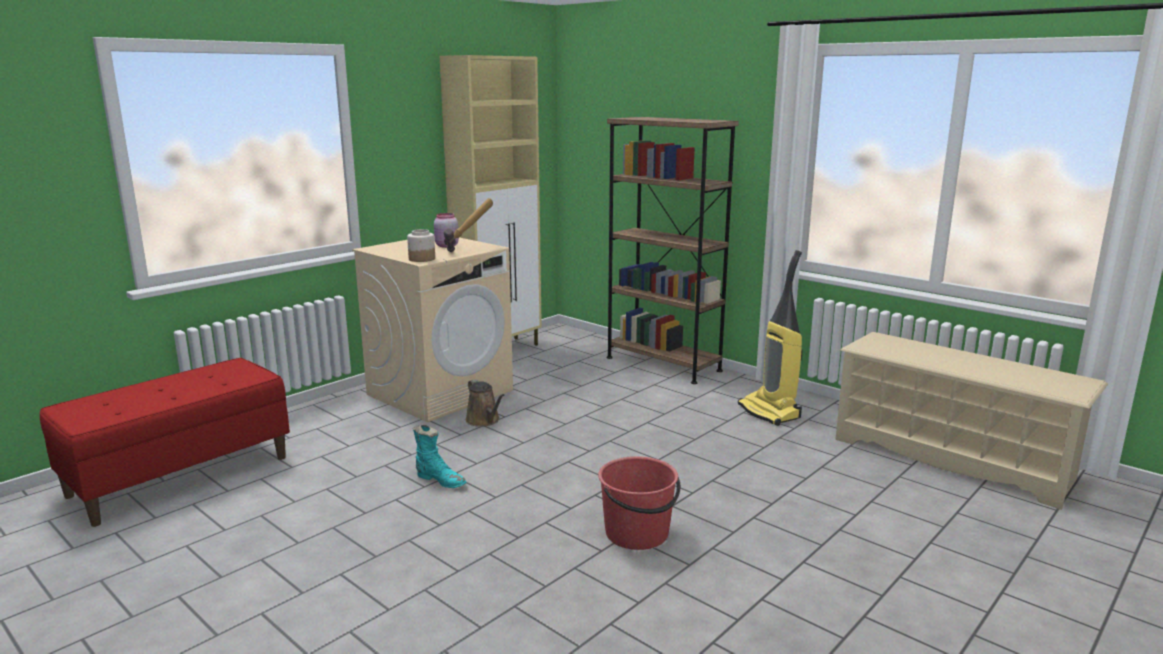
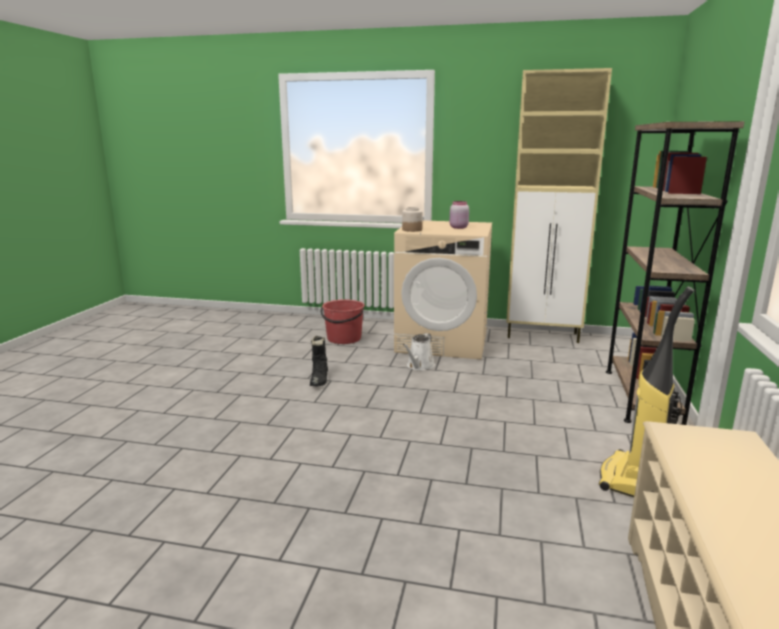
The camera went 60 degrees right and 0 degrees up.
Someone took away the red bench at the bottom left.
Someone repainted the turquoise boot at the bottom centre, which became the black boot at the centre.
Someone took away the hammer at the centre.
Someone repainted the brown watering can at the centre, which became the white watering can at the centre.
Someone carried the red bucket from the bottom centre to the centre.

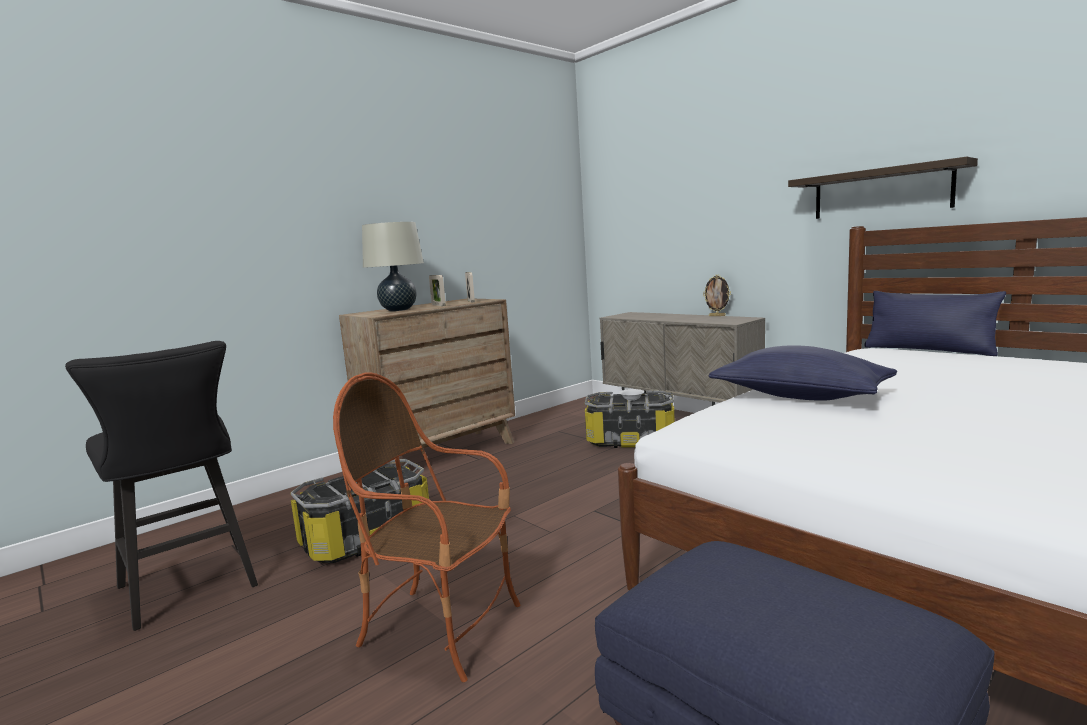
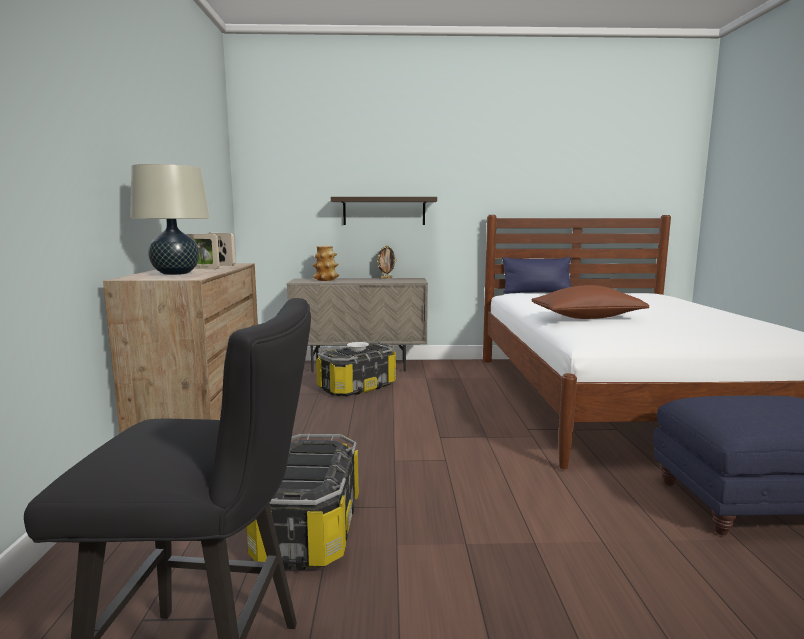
The camera went 50 degrees left and 0 degrees up.
Someone took away the armchair at the bottom centre.
Someone repainted the blue pillow (no. 1 from left) at the middle right, which became the brown pillow at the middle right.
Someone carried the shelf from the top right to the top centre.
Someone put down the vase at the centre.

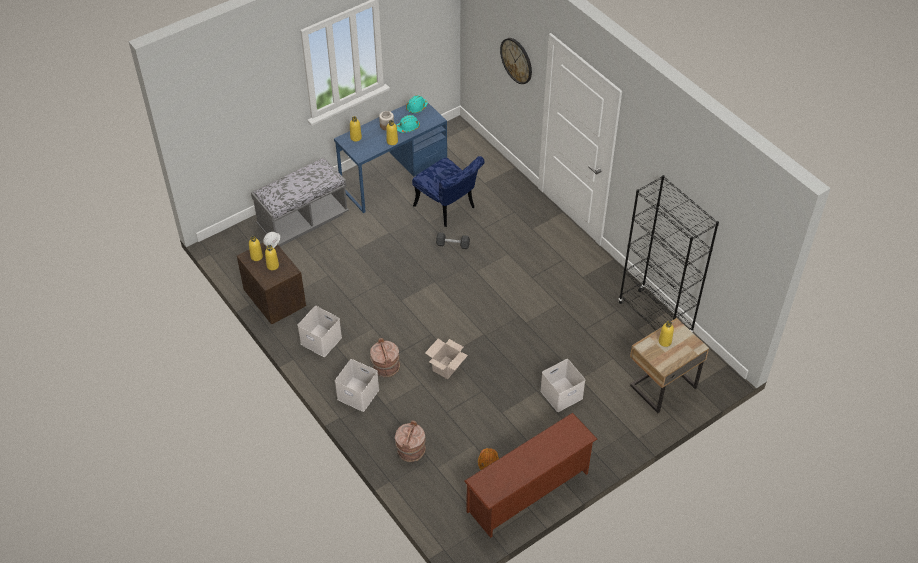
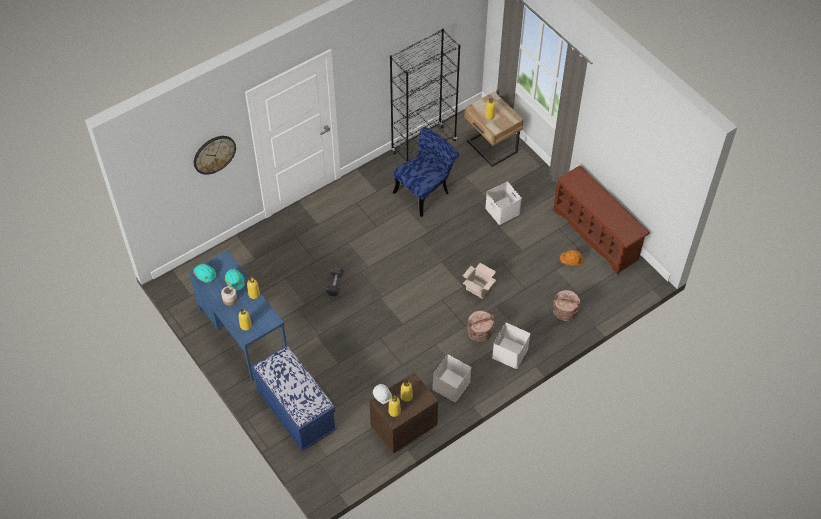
The camera went 90 degrees left and 5 degrees up.
Someone repainted the grey bench at the middle left, which became the blue bench at the bottom centre.
Someone carried the blue chair from the centre to the top centre.

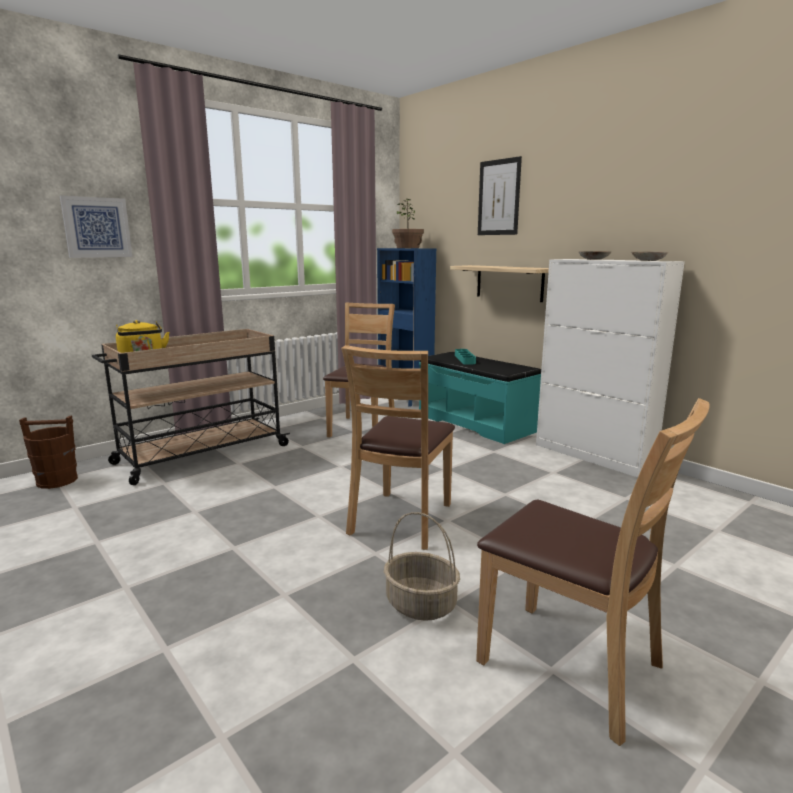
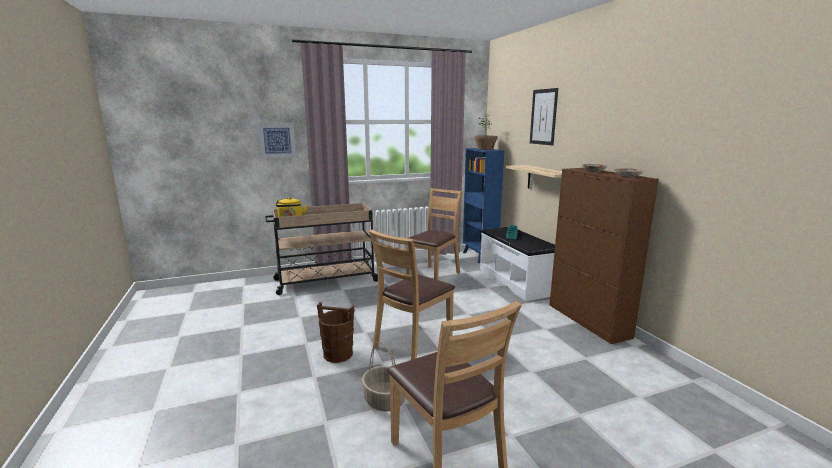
The camera went 20 degrees right and 0 degrees up.
Someone carried the brown bucket from the middle left to the bottom centre.
Someone repainted the turquoise bench at the centre, which became the white bench at the centre.
Someone repainted the white cabinet at the middle right, which became the brown cabinet at the middle right.

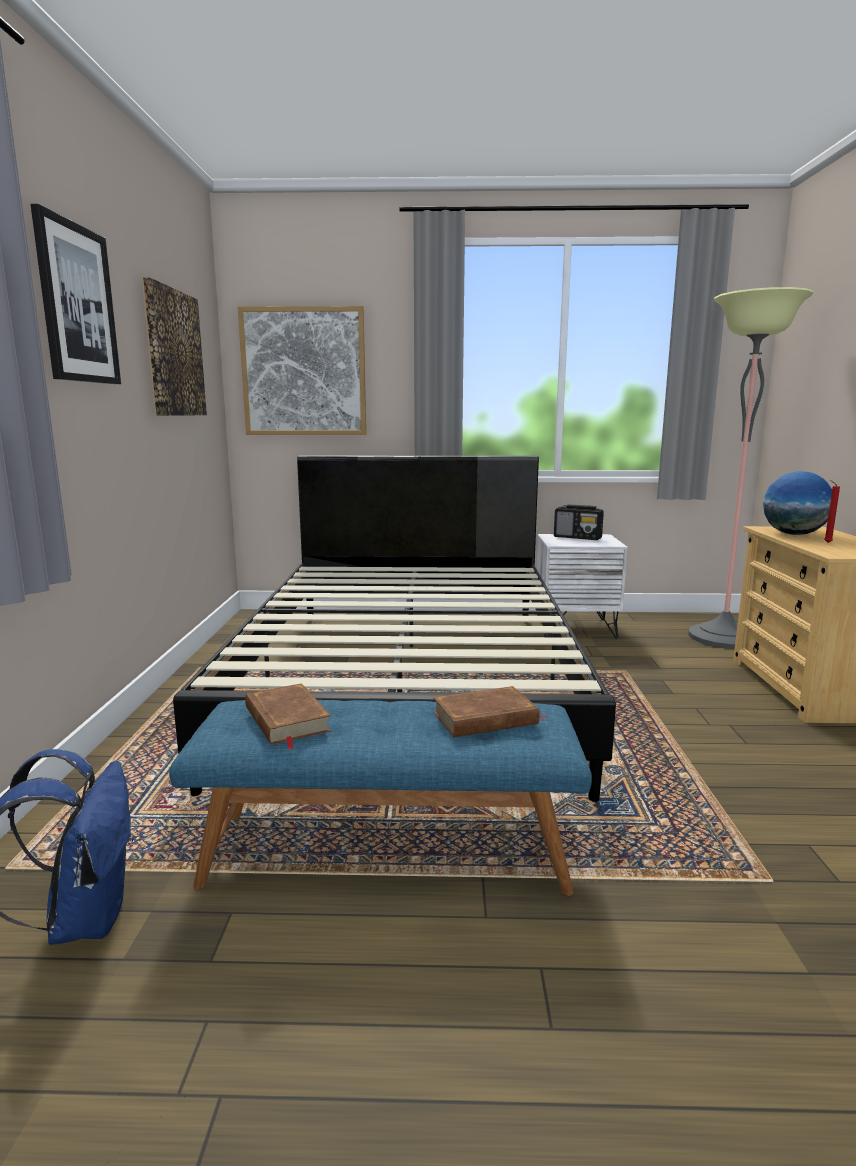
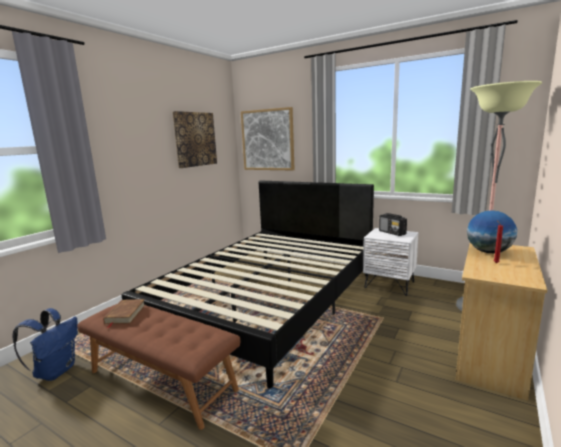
The camera went 30 degrees right and 0 degrees up.
Someone took away the picture (no. 1 from left) at the top left.
Someone repainted the blue bench at the bottom centre, which became the brown bench at the bottom left.
Someone took away the brown book (no. 2 from left) at the centre.

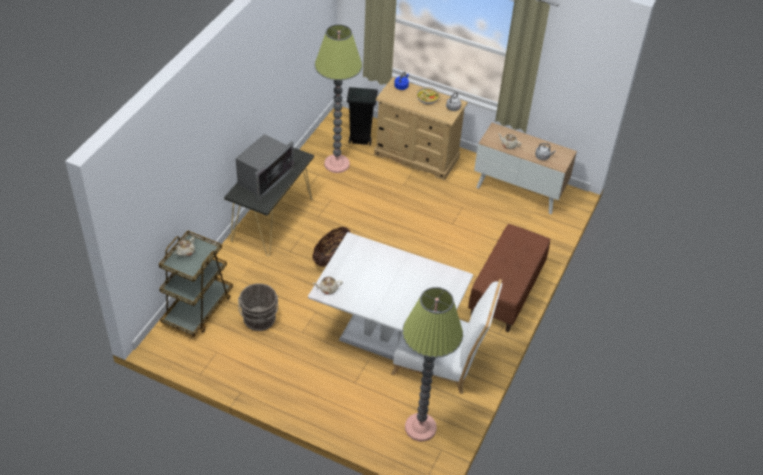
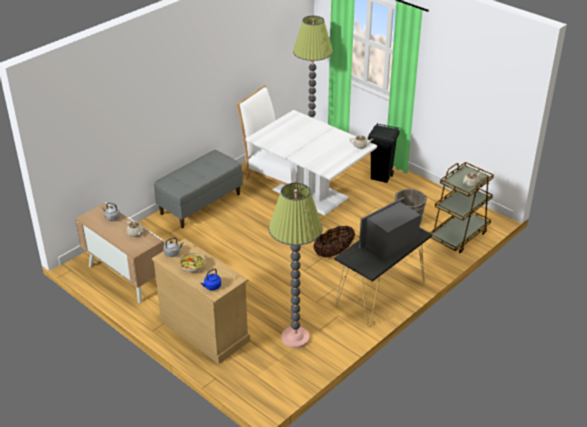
The camera went 160 degrees left and 10 degrees down.
Someone carried the black trash can from the top centre to the centre.
Someone repainted the brown bench at the middle right, which became the grey bench at the centre.

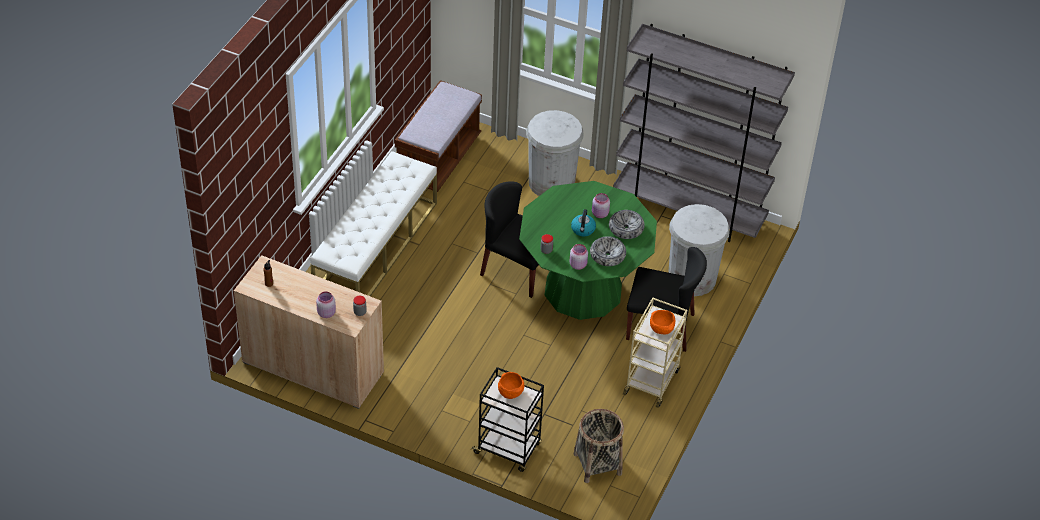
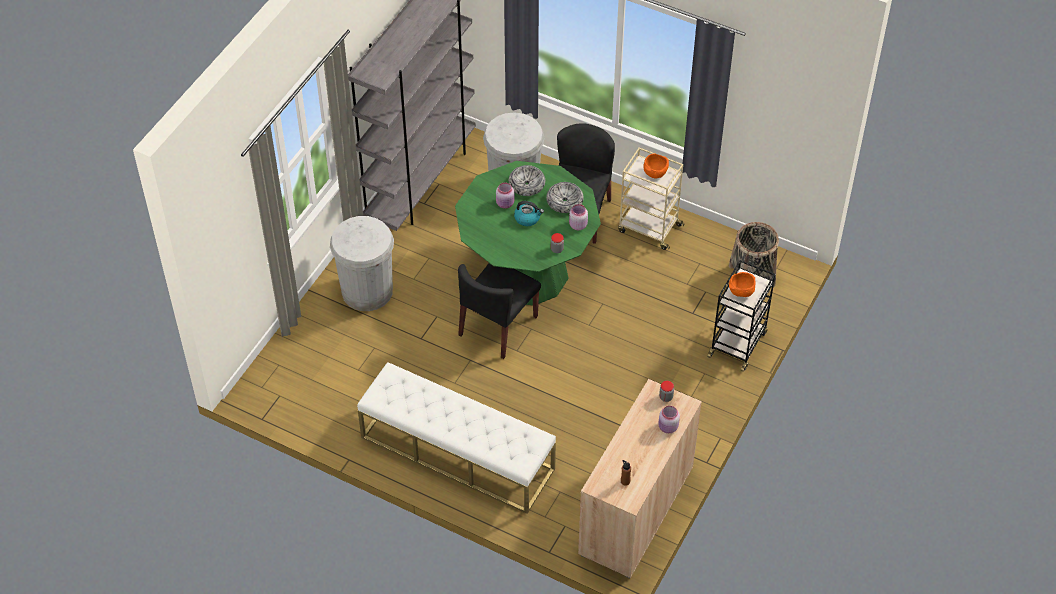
The camera went 85 degrees left and 5 degrees up.
Someone took away the brown bench at the top centre.

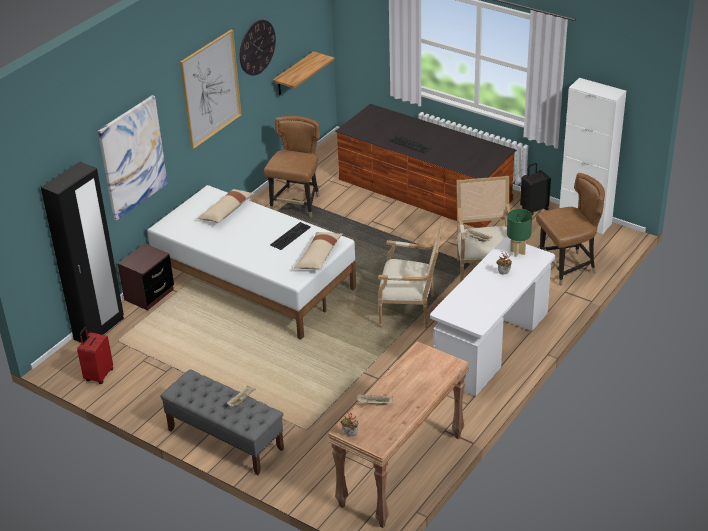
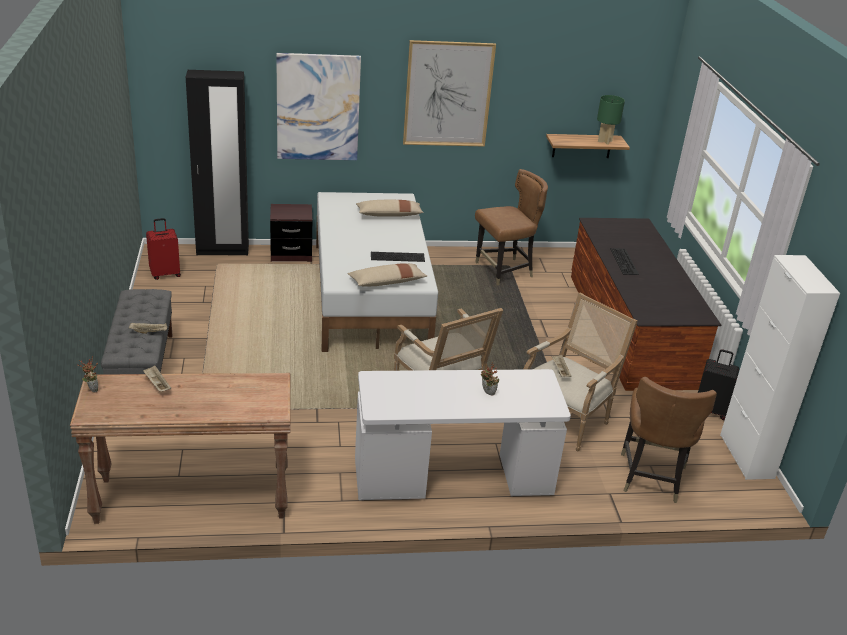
The camera went 45 degrees right and 5 degrees down.
Someone took away the wall clock at the top centre.
Someone carried the green table lamp from the middle right to the top right.
Someone rotated the brown chair (no. 2 from left) at the middle right by 75 degrees clockwise.

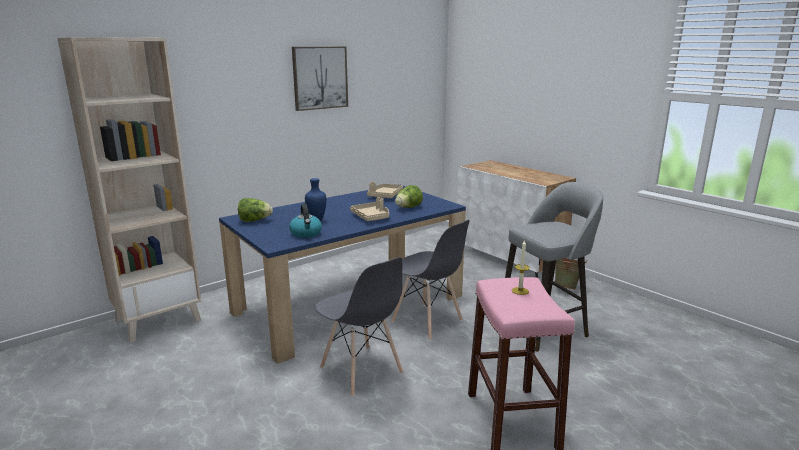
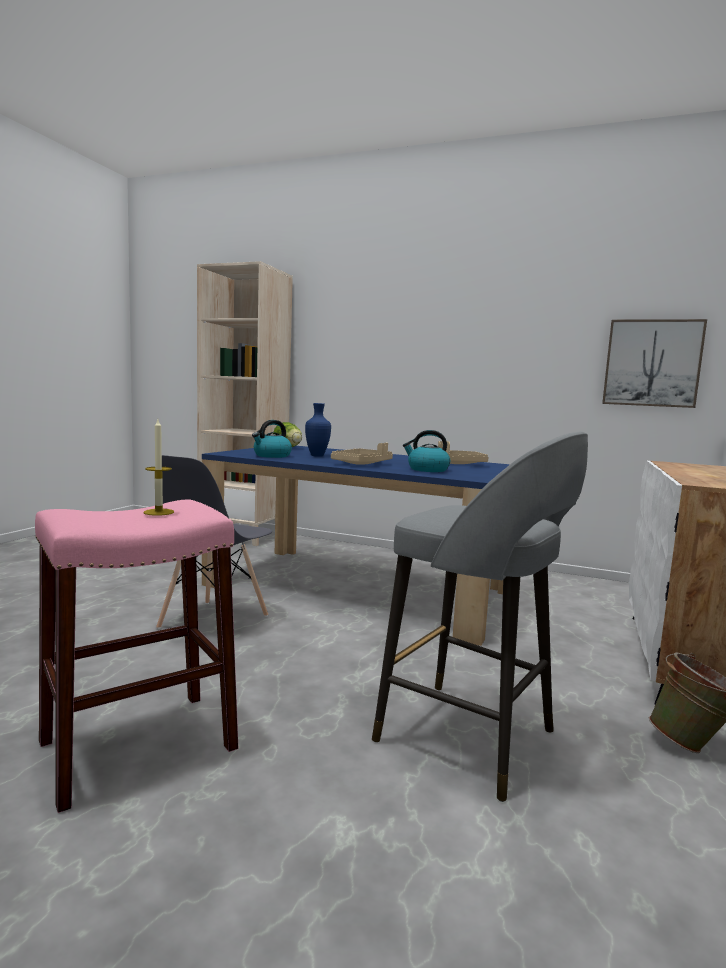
The camera went 60 degrees right and 10 degrees down.
Someone carried the picture from the top centre to the middle right.
Someone took away the grey chair (no. 2 from left) at the centre.
Someone swapped the lettuce (no. 2 from left) at the centre for the kettle (no. 2 from left) at the centre.

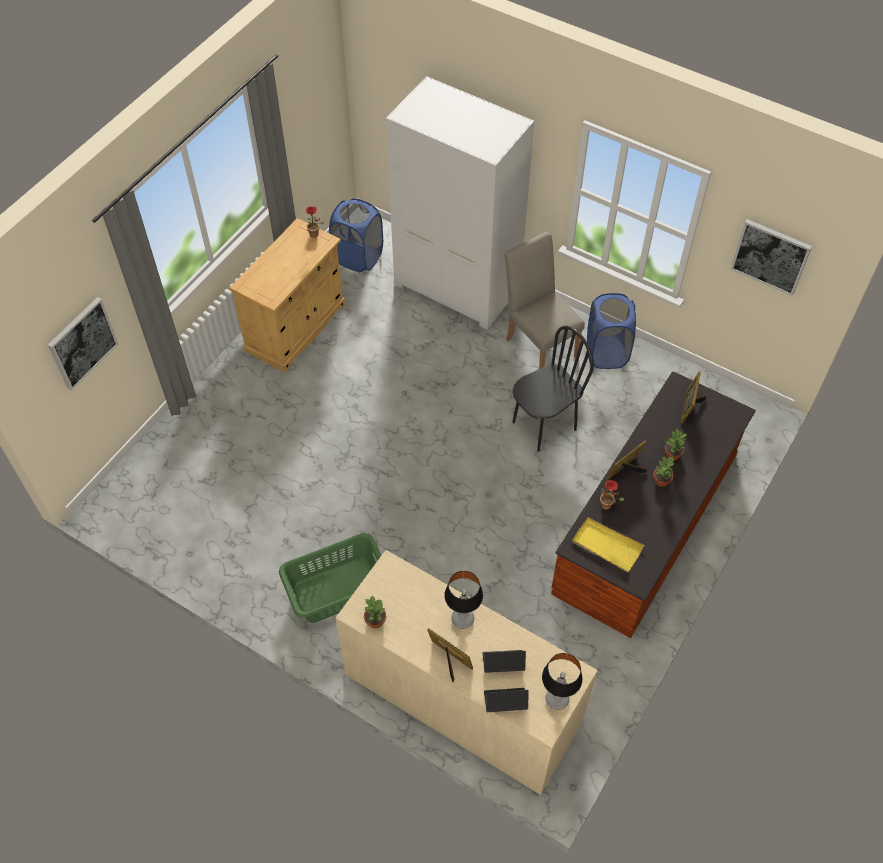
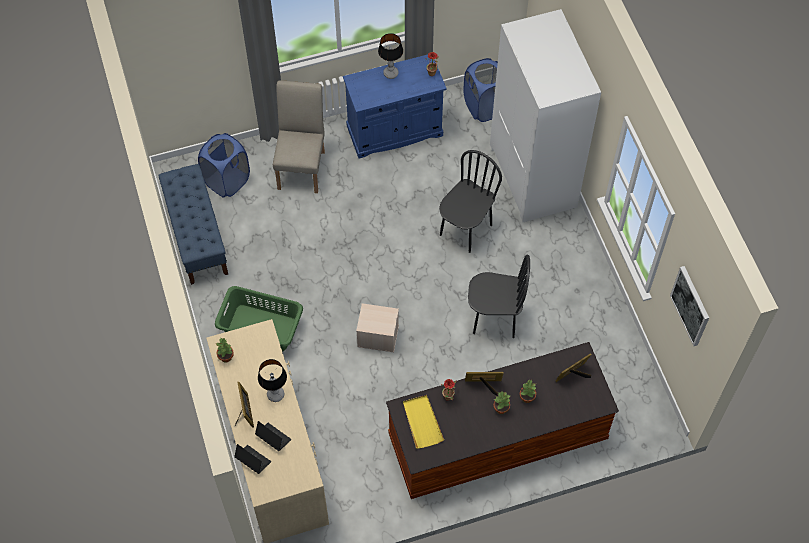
The camera went 40 degrees right and 5 degrees up.
Someone took away the picture (no. 1 from left) at the middle left.
Someone repainted the beige cabinet at the middle left, which became the blue cabinet at the top centre.
Someone carried the beige chair from the centre to the top centre.
Someone carried the table lamp (no. 2 from left) from the bottom centre to the top centre.
Someone carried the blue laundry basket (no. 2 from left in the first image) from the middle right to the top left.
Someone put down the blue bench at the middle left.
Someone put down the beige storage box at the centre.
Someone put down the black chair (no. 1 from left) at the centre.

